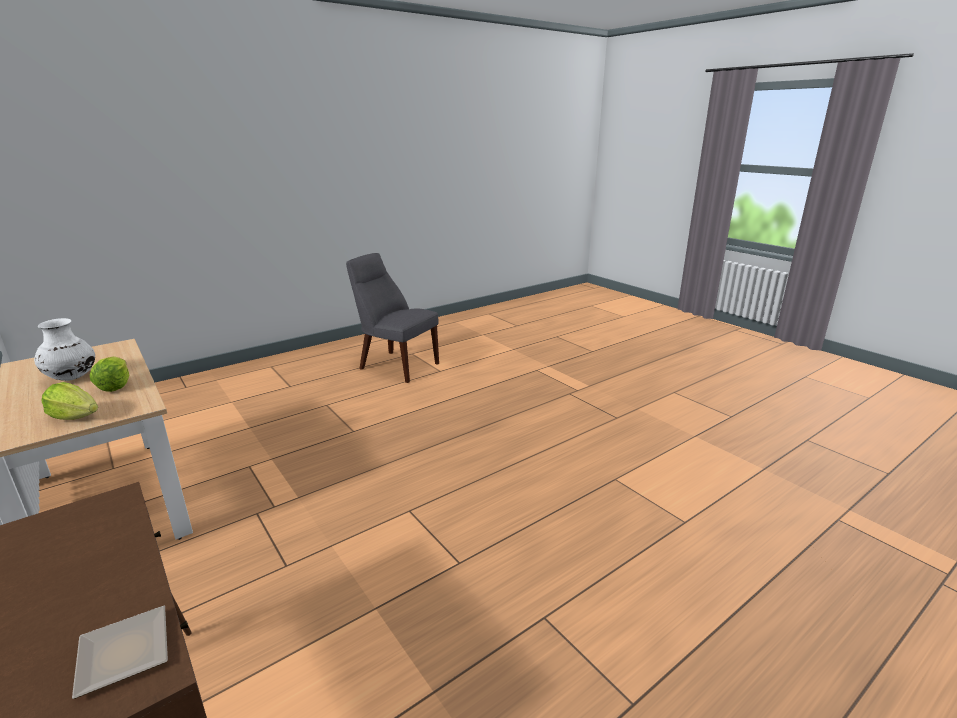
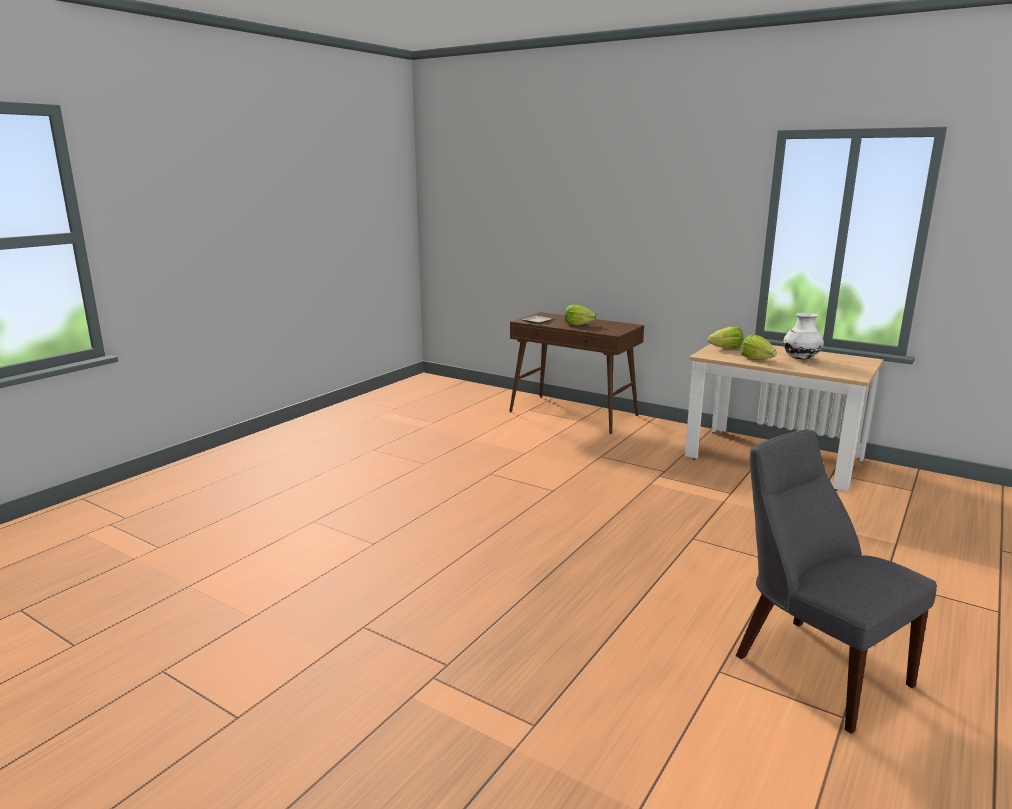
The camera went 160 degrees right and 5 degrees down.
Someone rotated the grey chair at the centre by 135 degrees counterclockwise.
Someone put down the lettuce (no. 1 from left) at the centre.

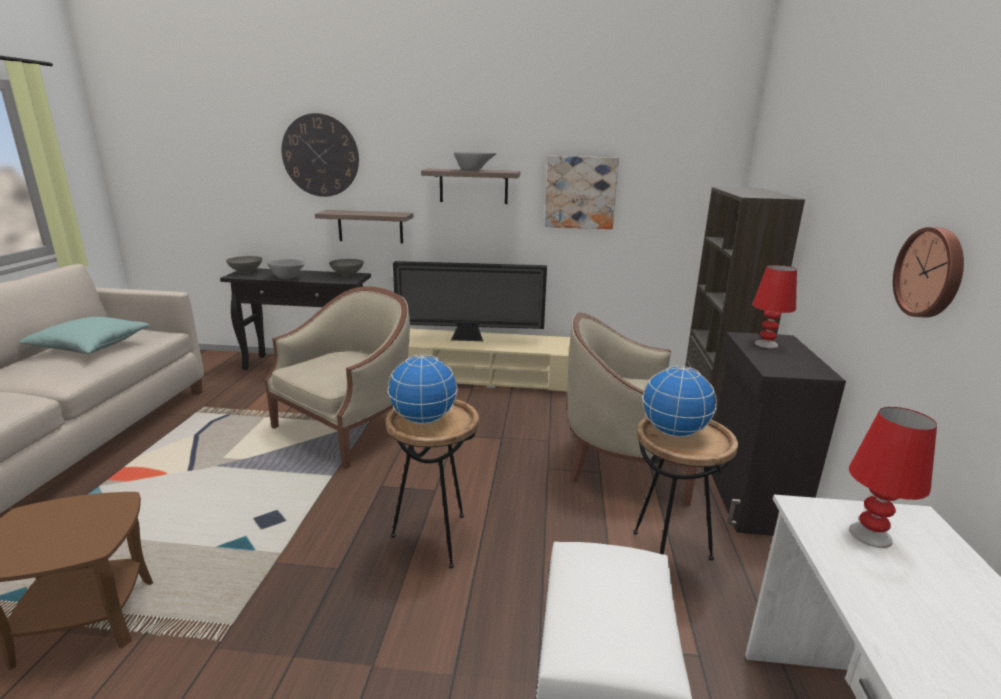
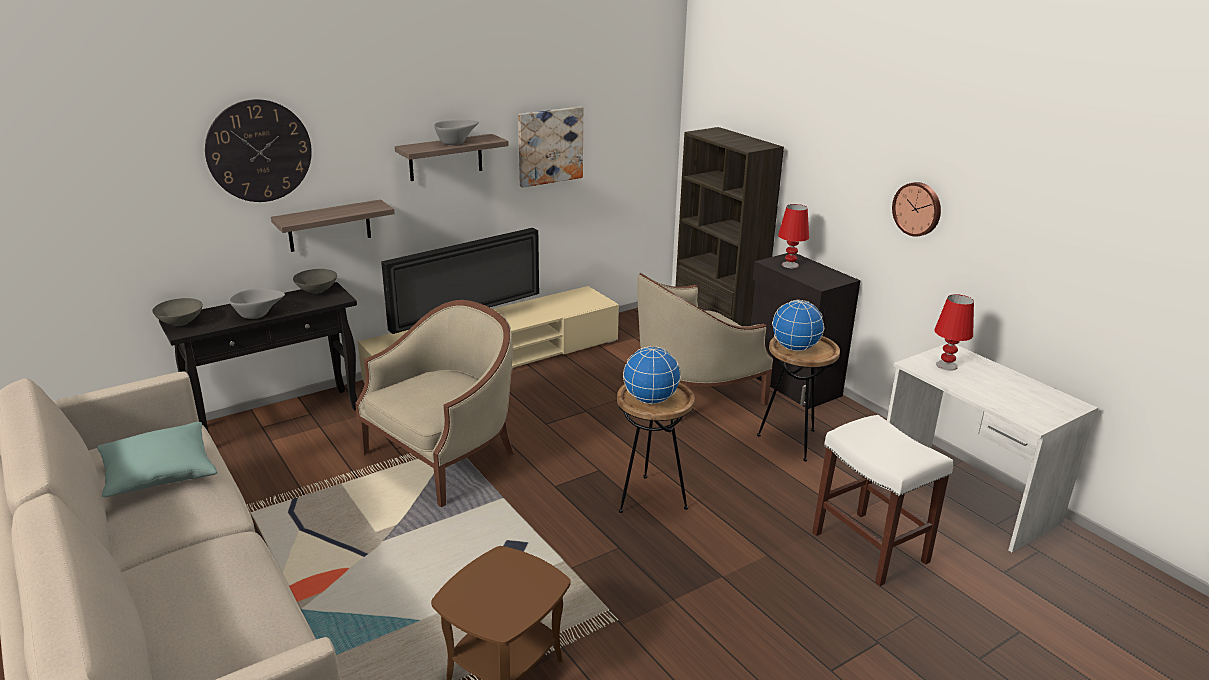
The camera went 40 degrees left and 5 degrees up.
Someone rotated the beige armchair (no. 1 from left) at the centre by 45 degrees clockwise.

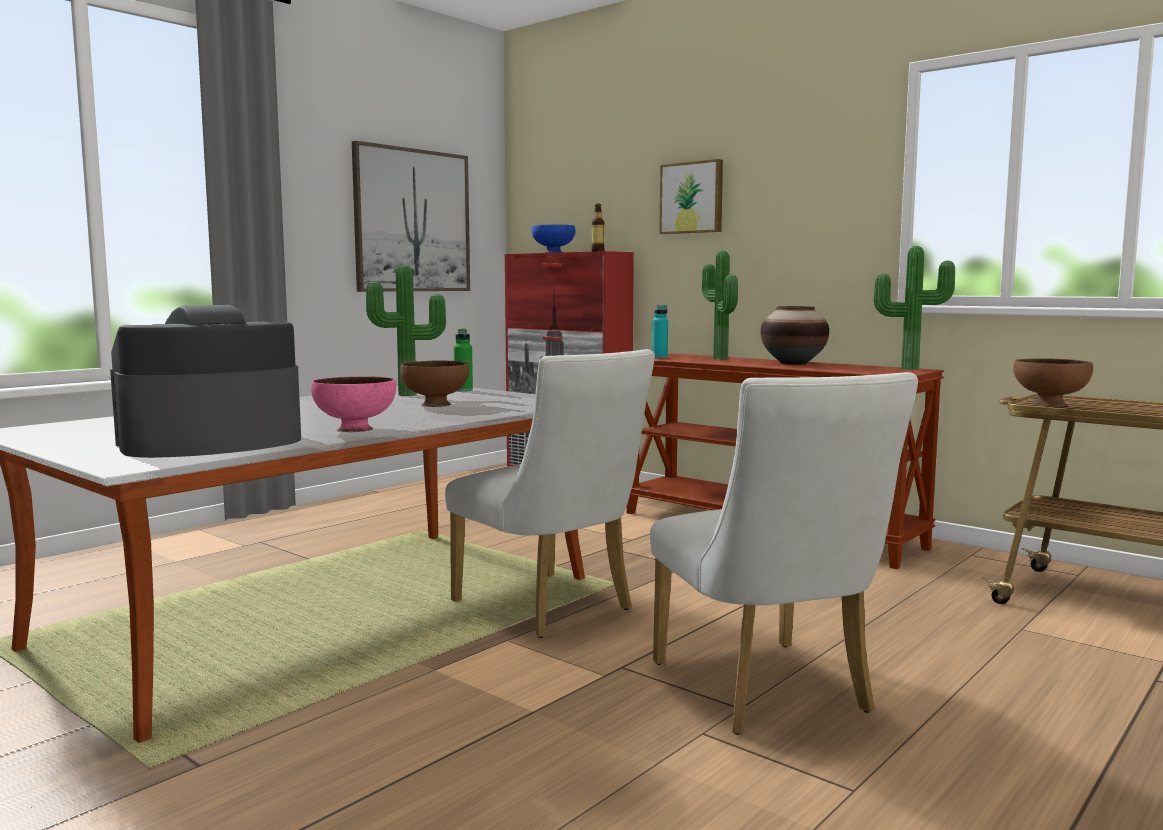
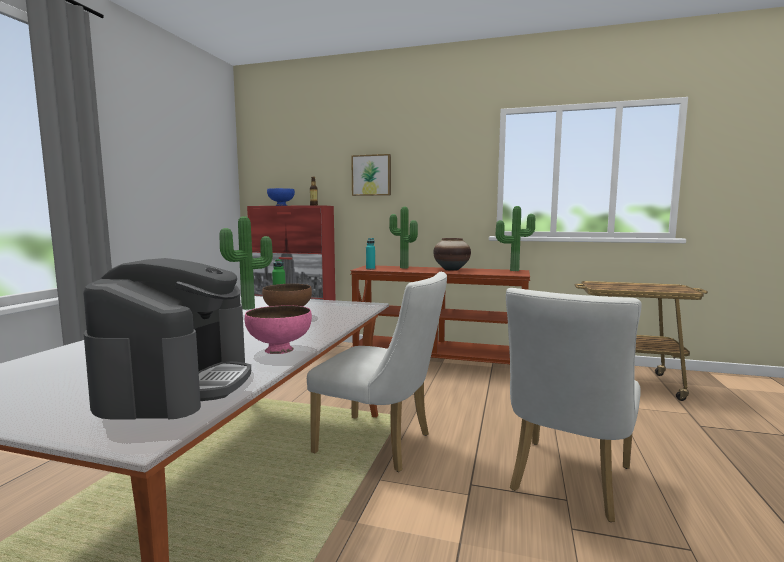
The camera went 25 degrees left and 0 degrees up.
Someone rotated the coffee machine at the middle left by 150 degrees clockwise.
Someone took away the picture (no. 1 from left) at the top centre.
Someone rotated the white chair (no. 2 from left) at the middle right by 75 degrees clockwise.
Someone took away the brown bowl (no. 2 from left) at the middle right.

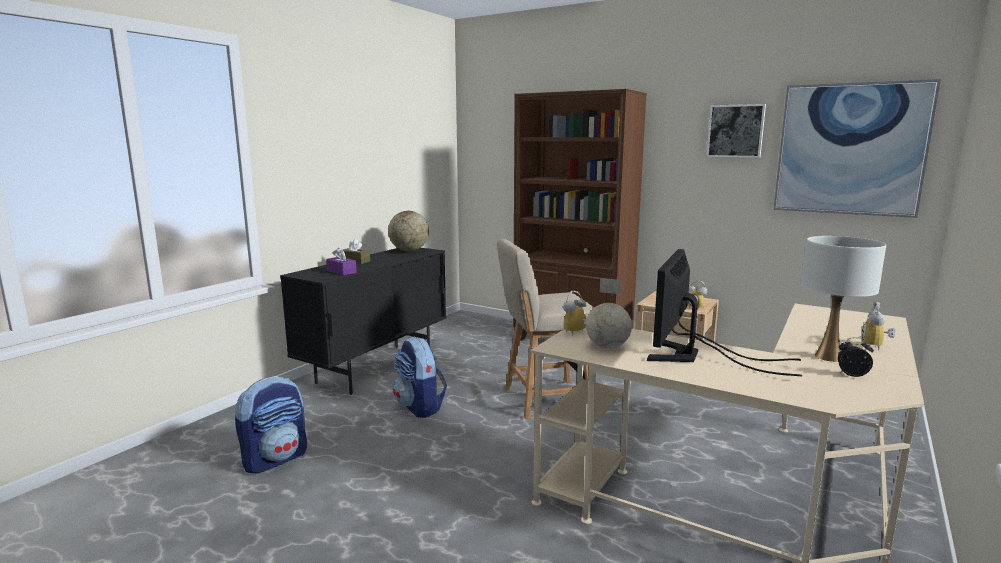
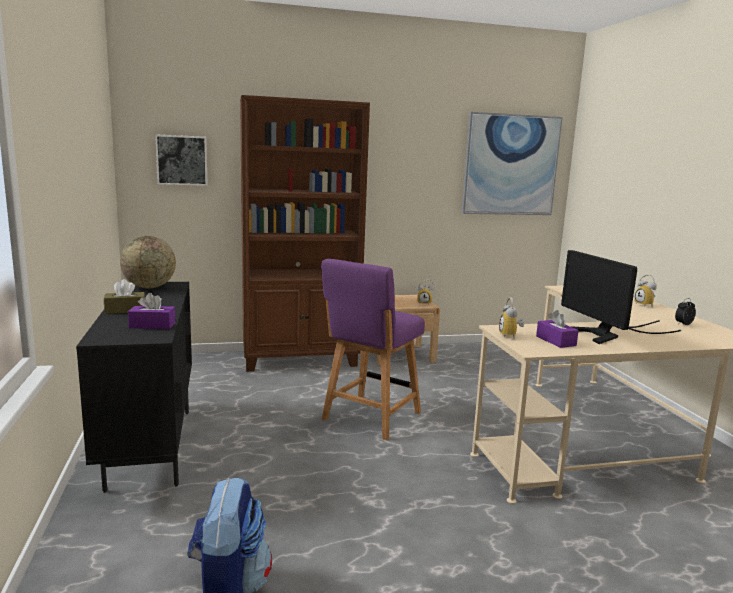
The camera went 45 degrees left and 0 degrees up.
Someone took away the backpack (no. 2 from left) at the bottom centre.
Someone repainted the beige chair at the centre, which became the purple chair at the centre.
Someone swapped the globe (no. 2 from left) at the centre for the purple tissue box (no. 2 from left) at the middle right.
Someone carried the picture (no. 1 from left) from the top right to the top left.
Someone took away the white table lamp at the middle right.

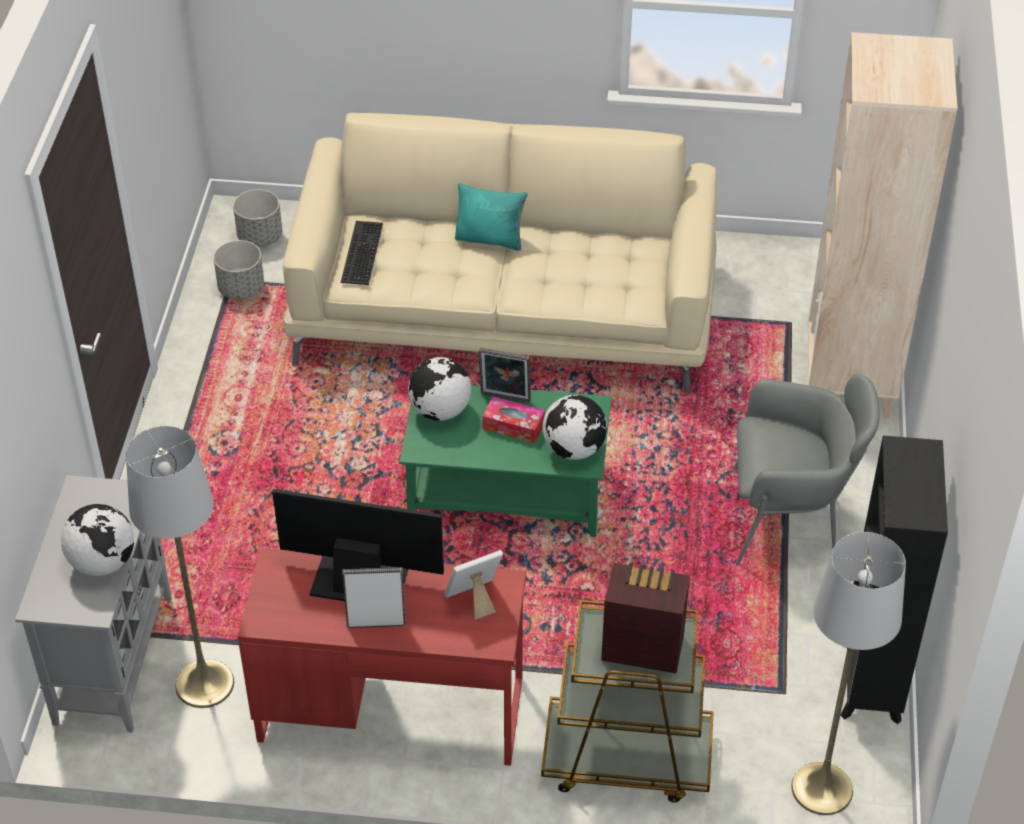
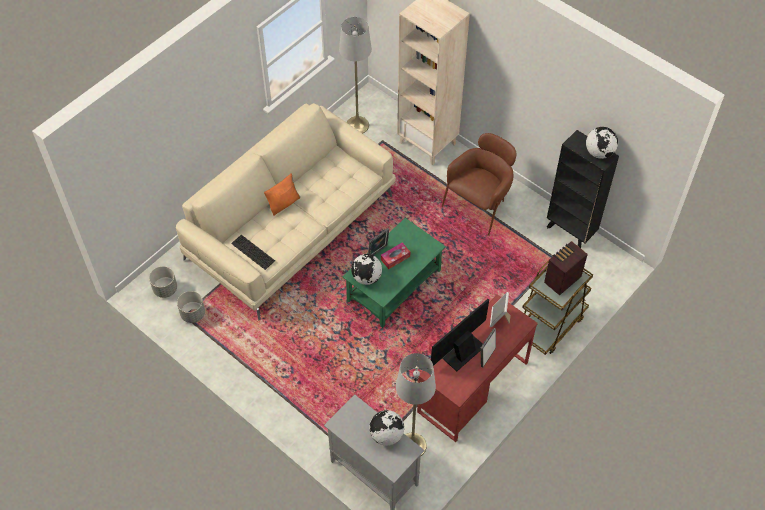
The camera went 55 degrees left and 10 degrees up.
Someone repainted the turquoise pillow at the top centre, which became the orange pillow at the centre.
Someone carried the globe (no. 3 from left) from the centre to the top right.
Someone repainted the grey armchair at the middle right, which became the brown armchair at the centre.
Someone carried the grey floor lamp (no. 2 from left in the first image) from the bottom right to the top centre.

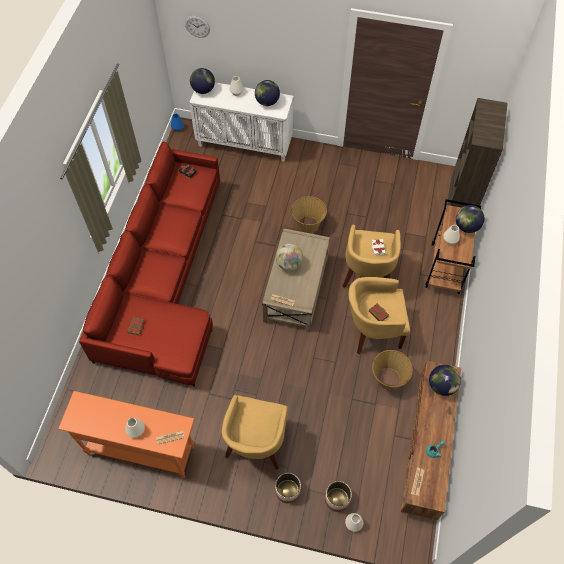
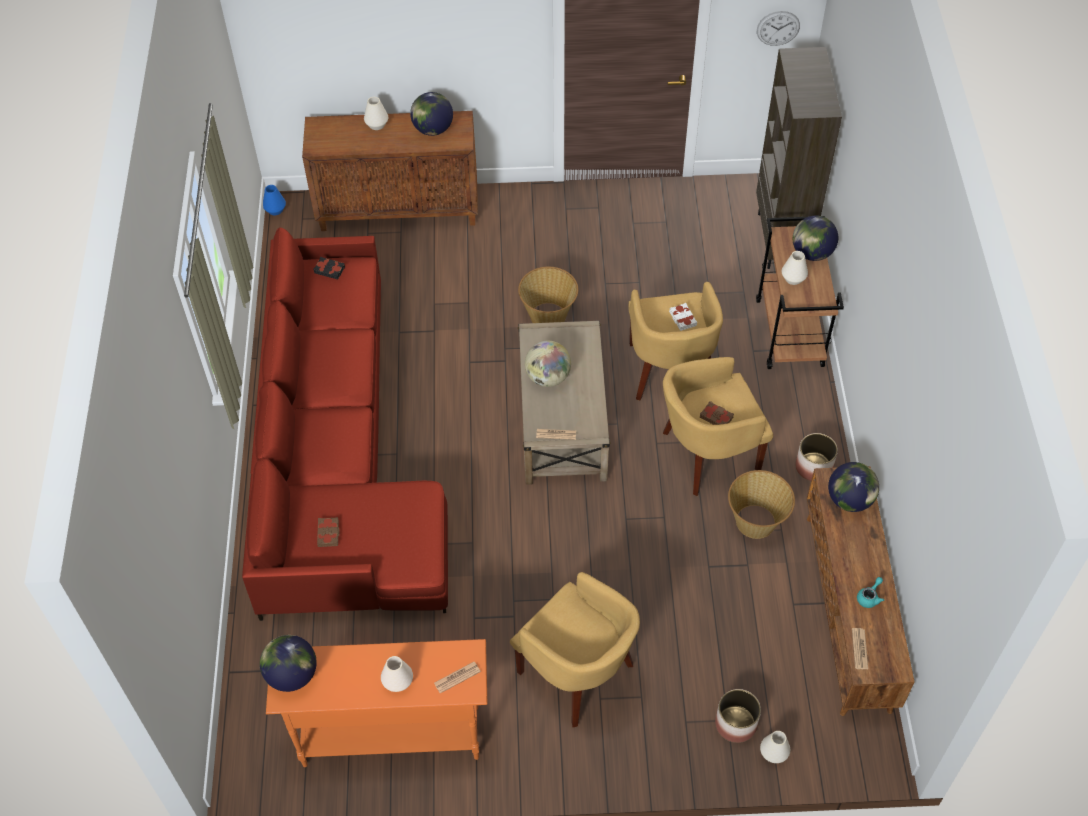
The camera went 15 degrees left and 5 degrees down.
Someone carried the wall clock from the top centre to the top right.
Someone repainted the white cabinet at the top centre, which became the brown cabinet at the top centre.
Someone carried the globe (no. 1 from left) from the top centre to the bottom left.
Someone rotated the yellow armchair (no. 1 from left) at the bottom centre by 45 degrees counterclockwise.
Someone carried the planter (no. 1 from left in the first image) from the bottom centre to the middle right.

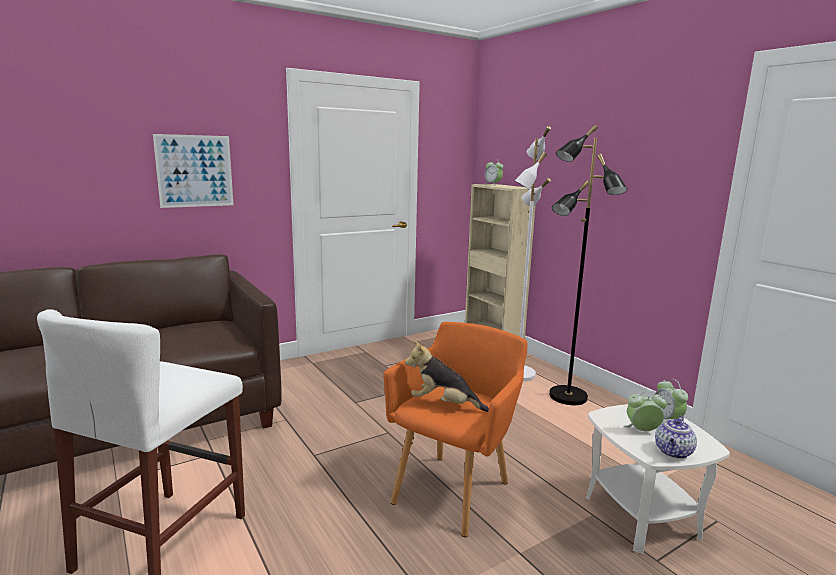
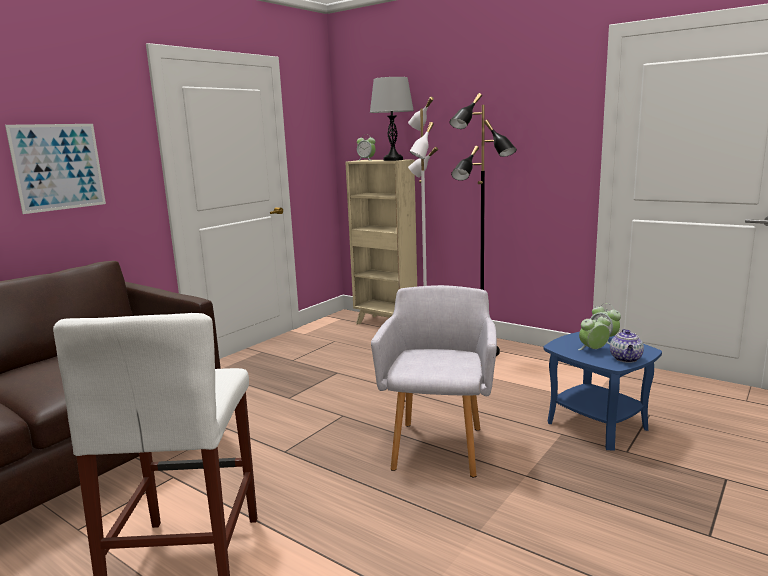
The camera went 20 degrees left and 0 degrees up.
Someone repainted the orange armchair at the bottom centre, which became the grey armchair at the centre.
Someone took away the plush toy at the centre.
Someone repainted the white side table at the bottom right, which became the blue side table at the bottom right.
Someone put down the grey table lamp at the top centre.

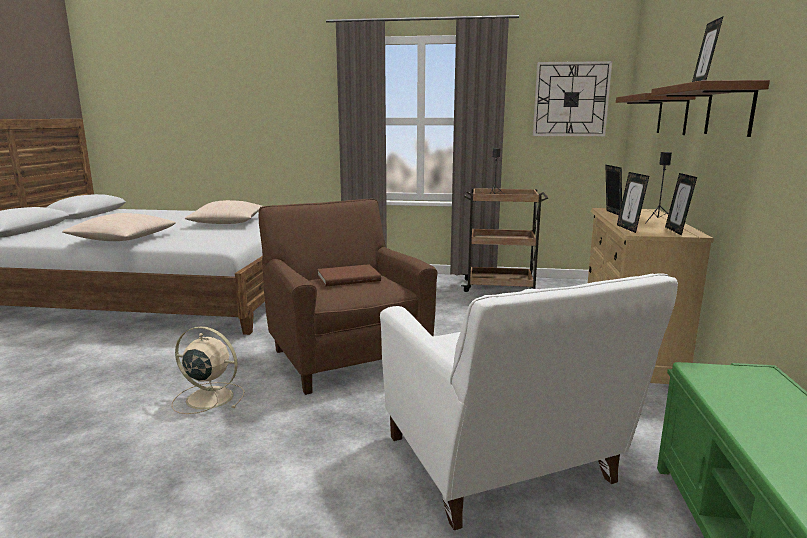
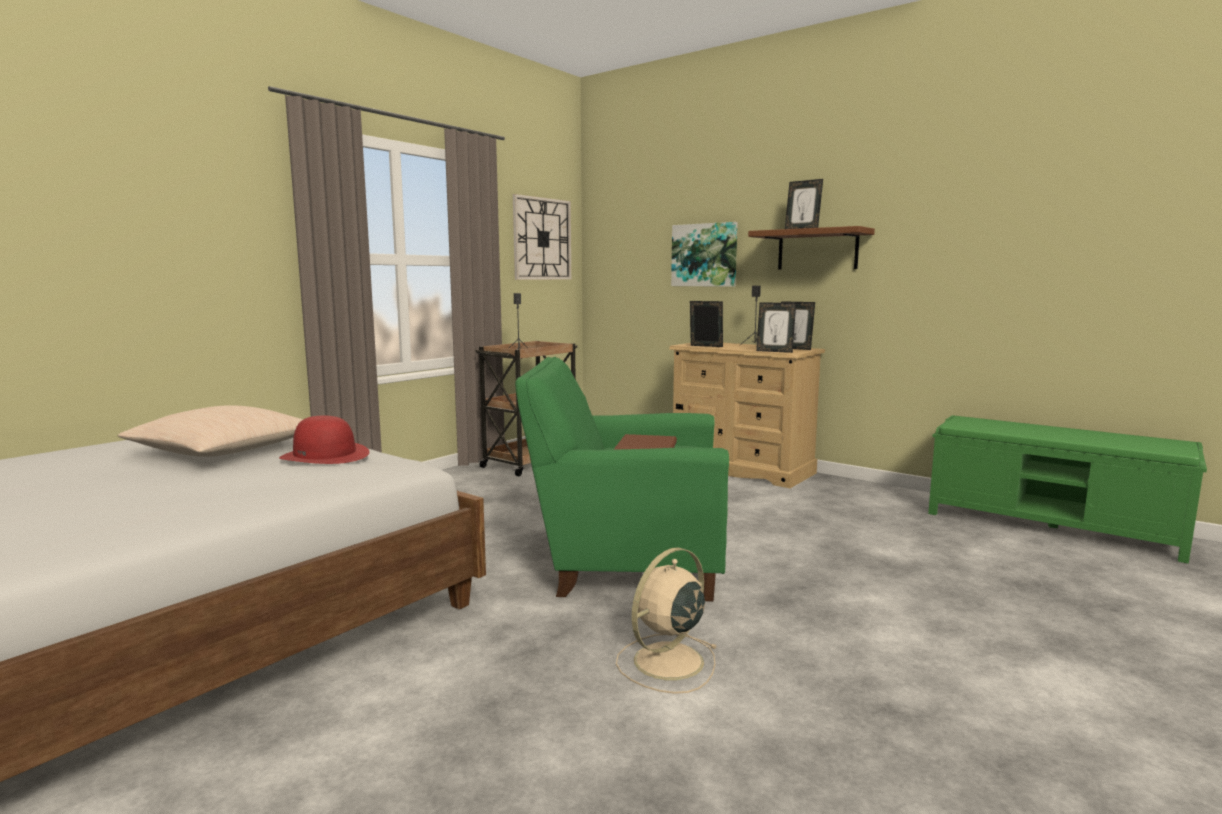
The camera went 60 degrees left and 5 degrees down.
Someone took away the beige pillow (no. 1 from left) at the middle left.
Someone repainted the brown armchair at the centre, which became the green armchair at the centre.
Someone took away the white armchair at the bottom centre.
Someone swapped the brown shelf (no. 1 from left) at the top right for the picture at the top centre.
Someone put down the red hat at the middle left.

